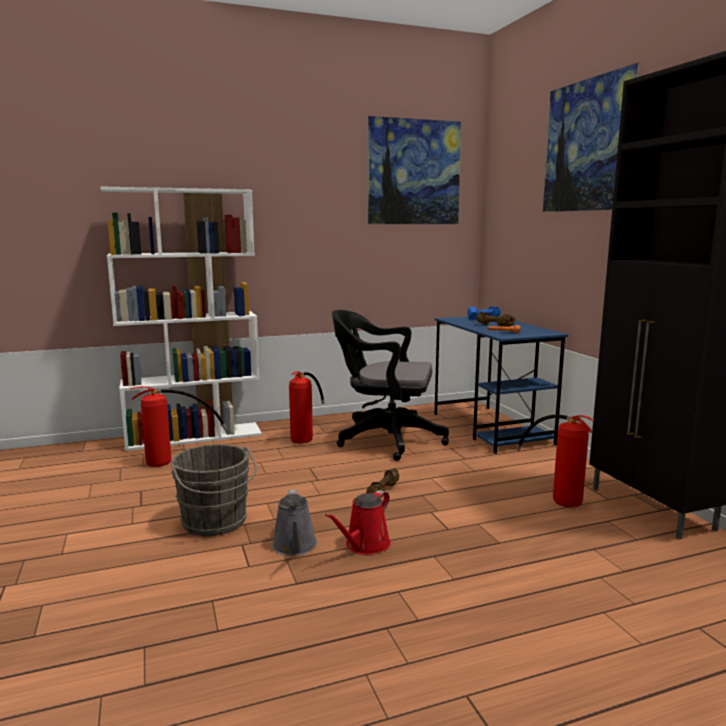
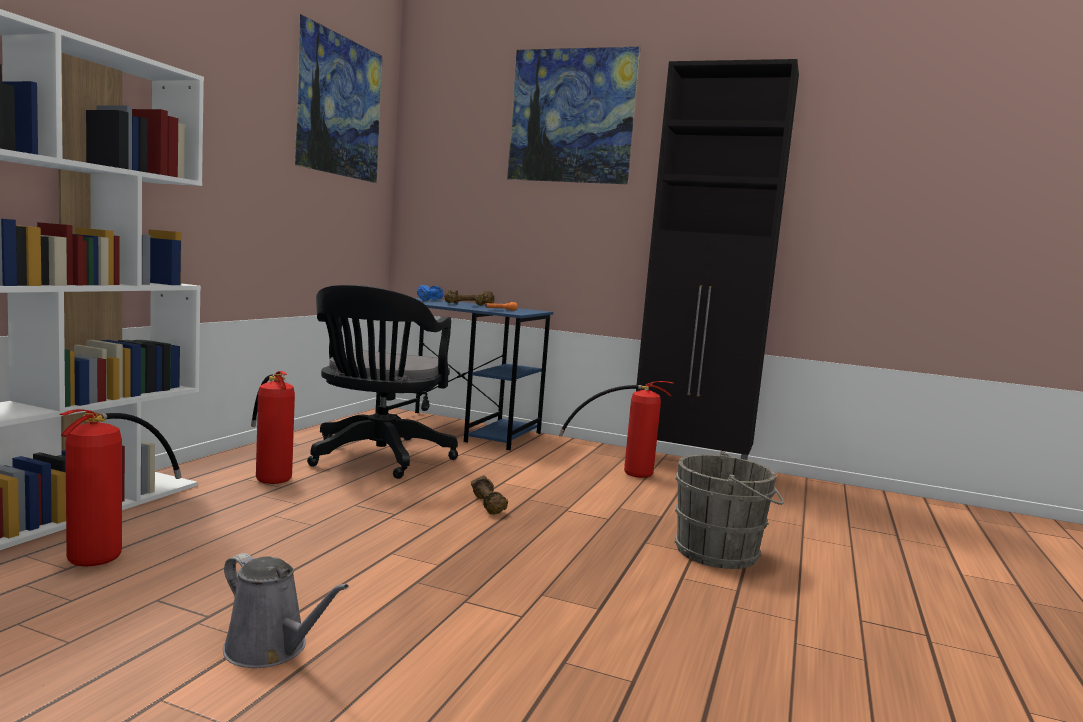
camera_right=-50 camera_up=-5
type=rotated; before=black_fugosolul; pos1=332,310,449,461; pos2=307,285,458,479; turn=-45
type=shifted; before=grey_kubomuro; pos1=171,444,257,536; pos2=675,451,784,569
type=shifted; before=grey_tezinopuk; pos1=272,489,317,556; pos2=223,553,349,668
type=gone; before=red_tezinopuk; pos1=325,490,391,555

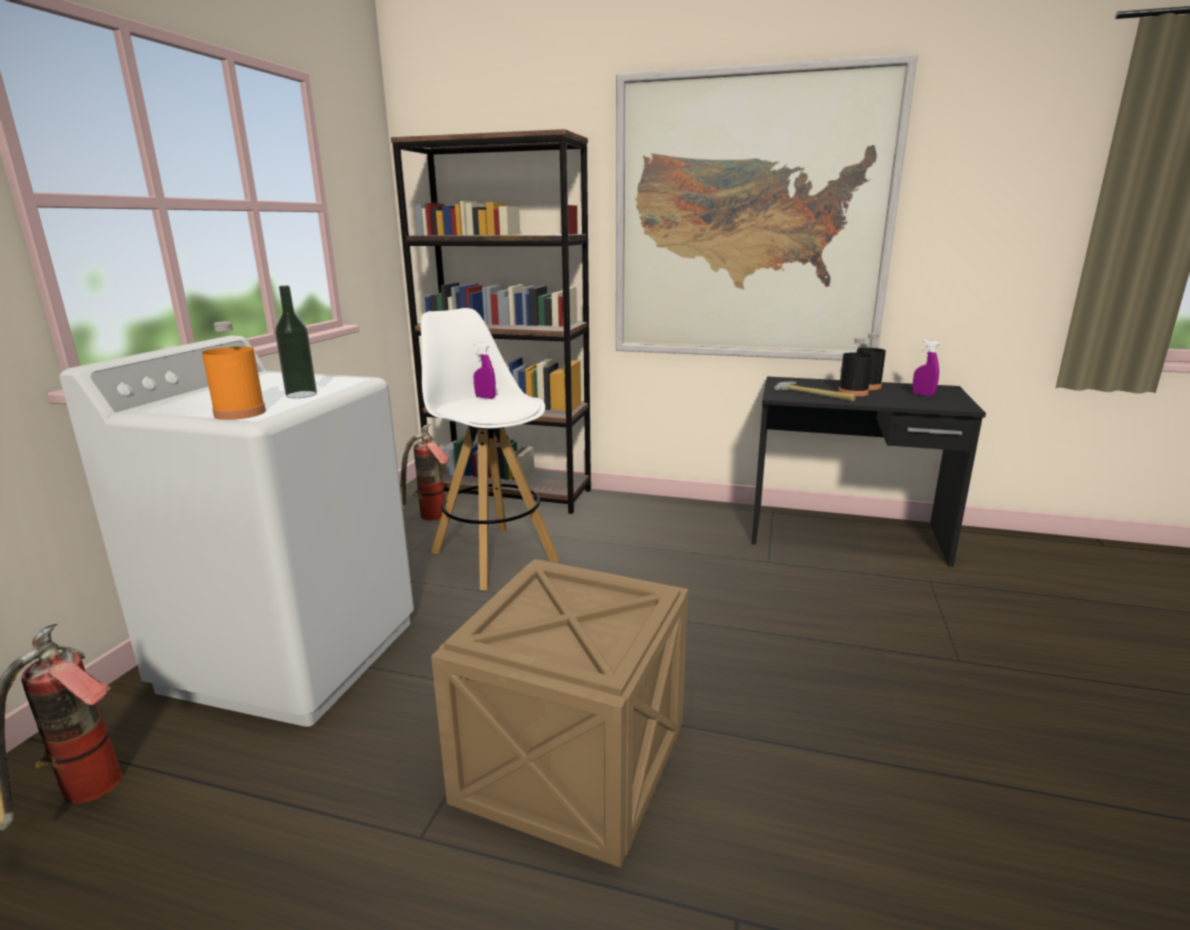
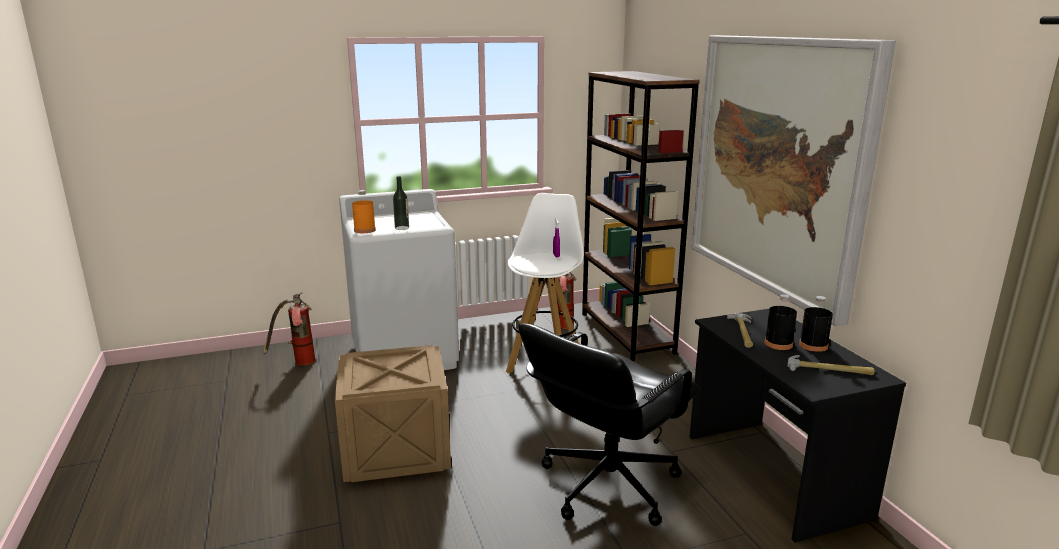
camera_right=55 camera_up=0
type=swapped; before=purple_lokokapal; after=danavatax; pos1=912,340,939,396; pos2=787,355,874,375
type=new; after=black_fugosolul; pos2=518,323,700,526

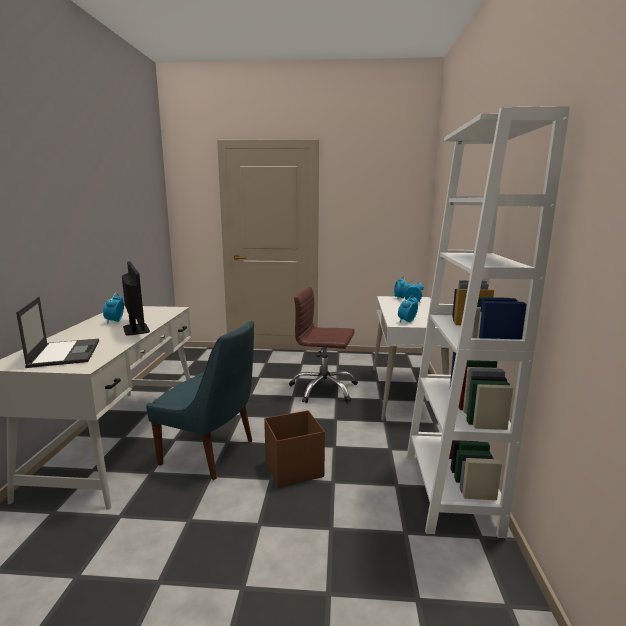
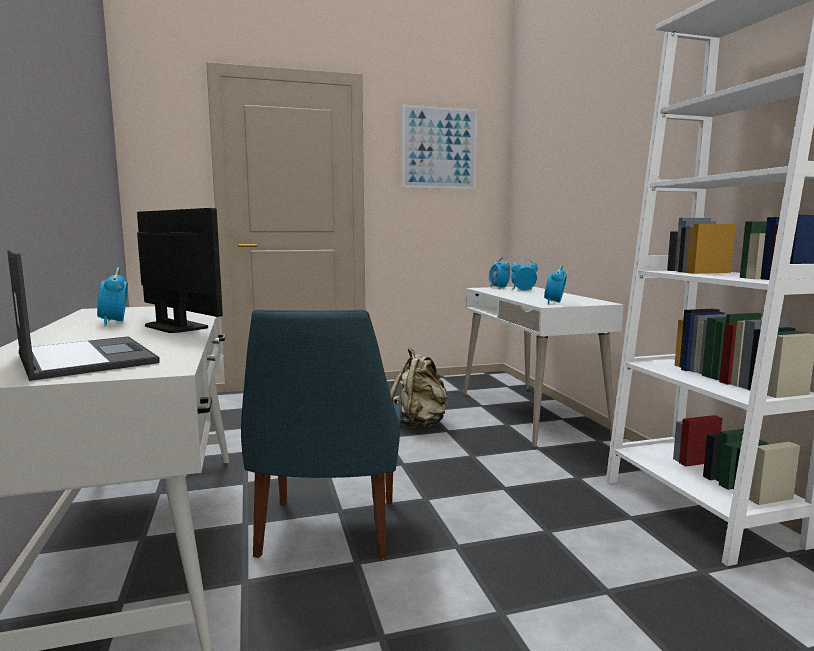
camera_right=-20 camera_up=-5
type=swapped; before=brown_fugosolul; after=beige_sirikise; pos1=289,287,358,403; pos2=390,348,447,427
type=rotated; before=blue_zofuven; pos1=146,321,254,480; pos2=241,309,402,559; turn=90
type=gone; before=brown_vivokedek; pos1=264,410,325,488
type=new; after=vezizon; pos2=402,105,478,190

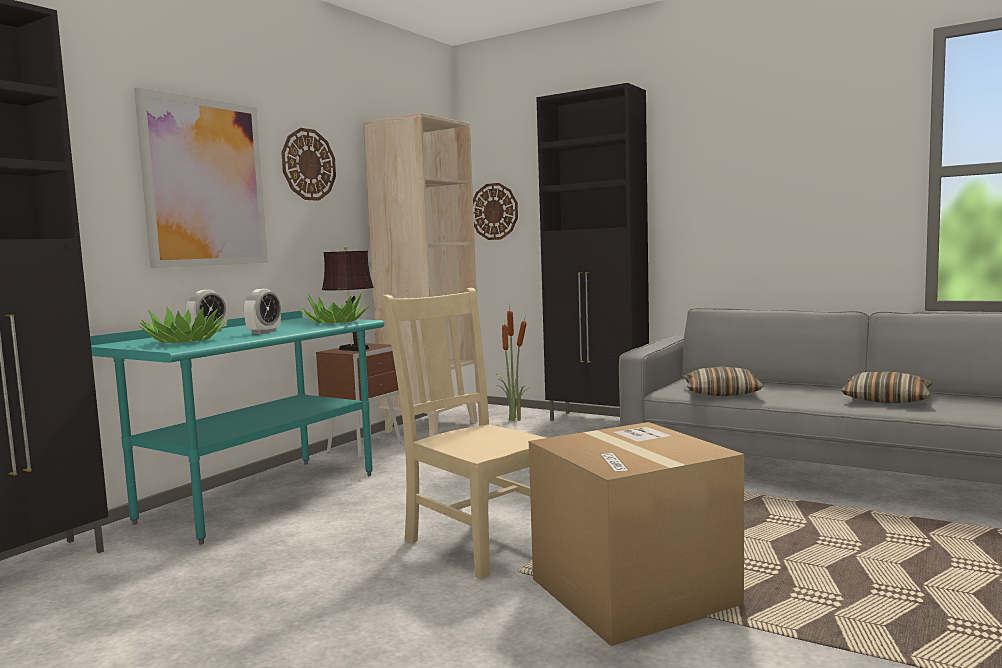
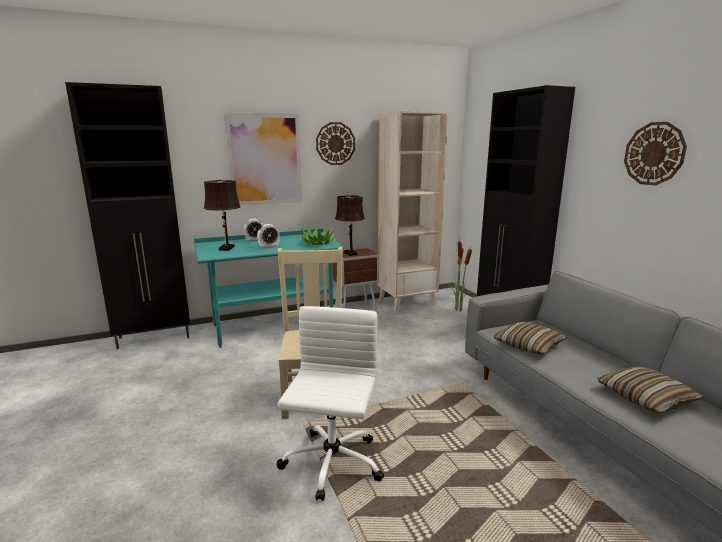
camera_right=35 camera_up=10
type=shifted; before=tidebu; pos1=473,183,518,240; pos2=624,122,687,185
type=swapped; before=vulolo; after=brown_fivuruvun; pos1=139,306,228,343; pos2=204,178,241,251
type=swapped; before=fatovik; after=white_fugosolul; pos1=529,422,744,646; pos2=277,306,384,501

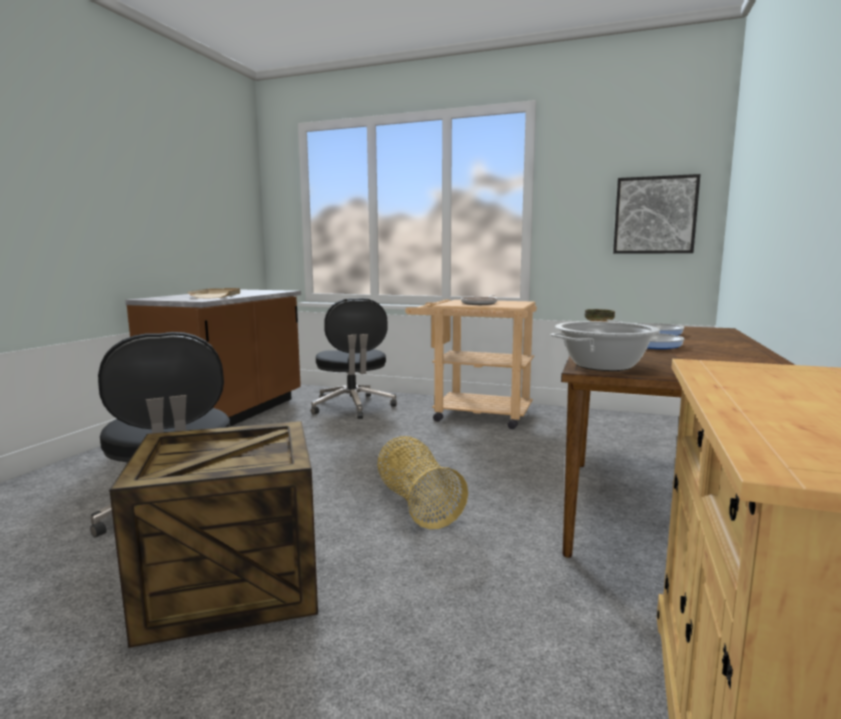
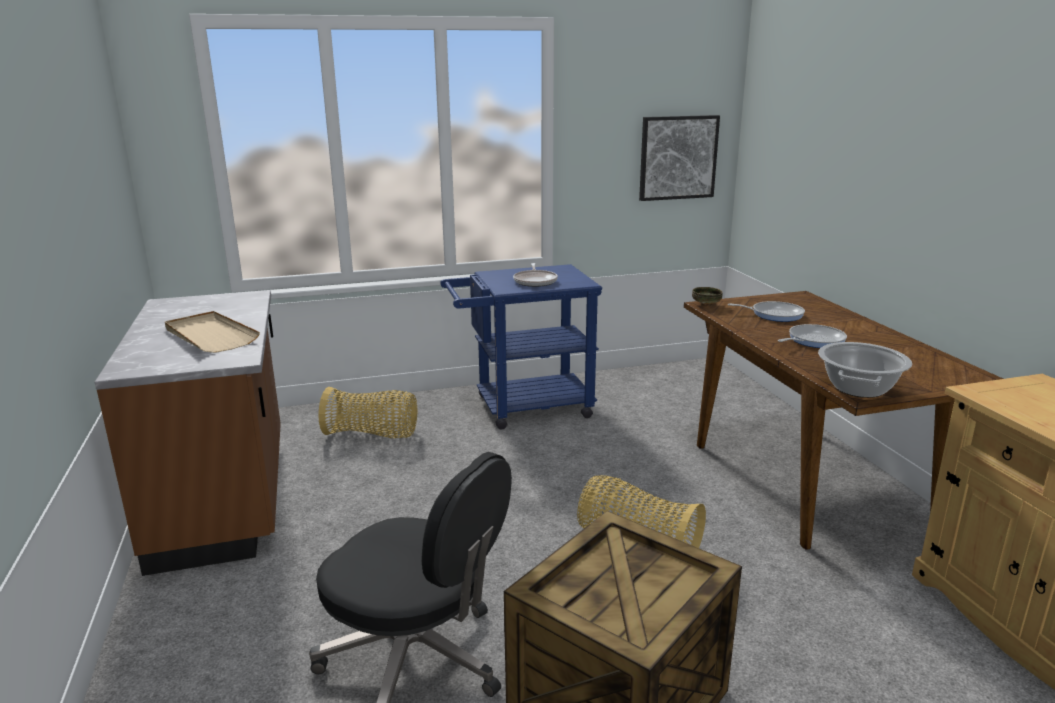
camera_right=-35 camera_up=10
type=swapped; before=black_fugosolul; after=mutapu; pos1=311,298,397,419; pos2=318,387,417,438
type=repainted; before=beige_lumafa; after=blue_lumafa; pos1=405,300,537,429; pos2=440,264,602,430

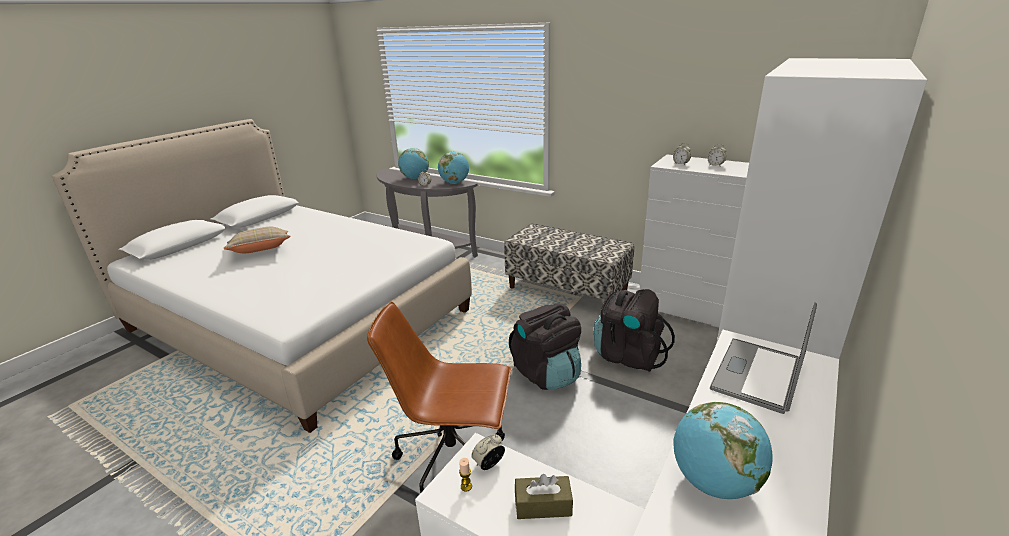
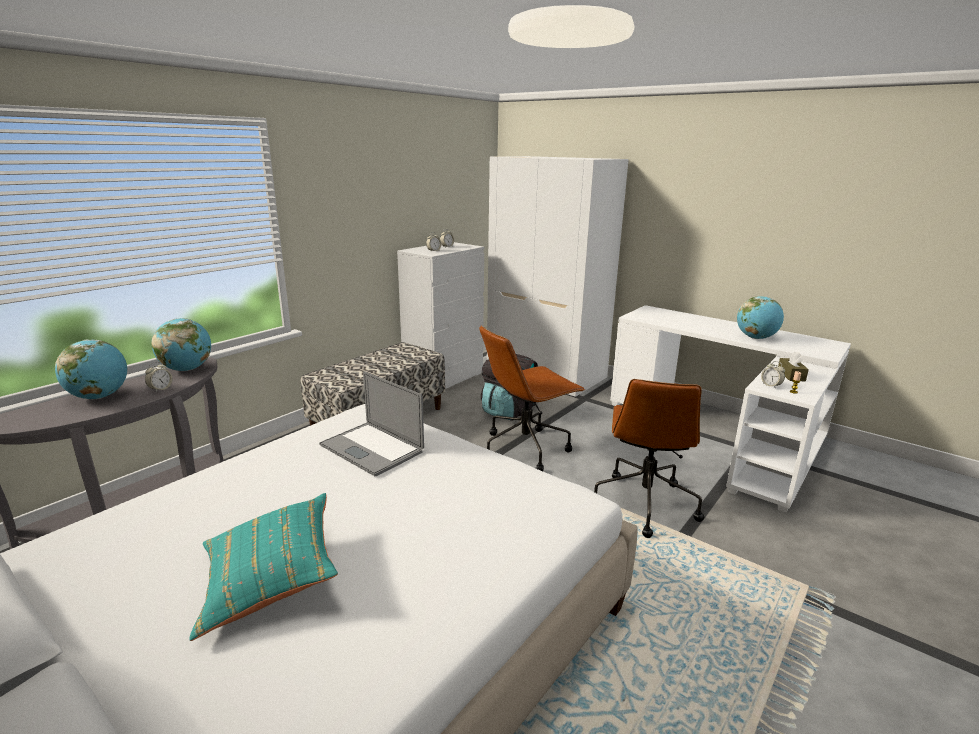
camera_right=-85 camera_up=-5
type=repainted; before=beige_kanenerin; after=turquoise_kanenerin; pos1=223,227,290,253; pos2=190,493,338,641
type=shifted; before=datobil; pos1=710,302,817,414; pos2=319,371,424,476
type=swapped; before=black_sirikise; after=brown_fugosolul; pos1=509,303,581,390; pos2=479,326,585,471

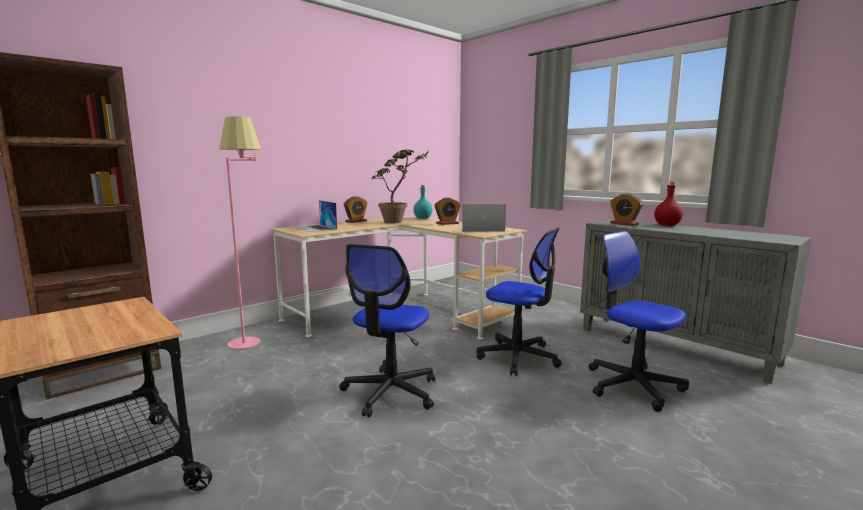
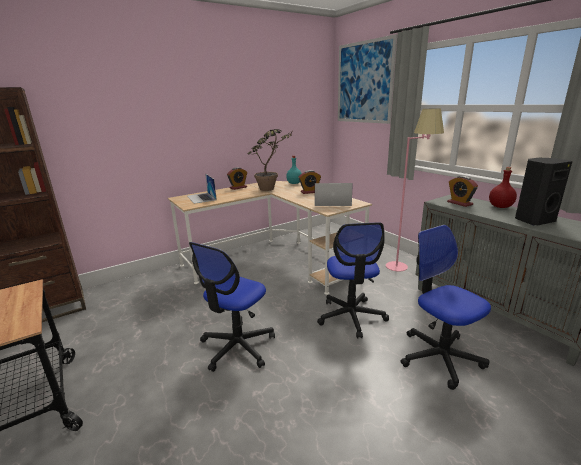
camera_right=10 camera_up=10
type=shifted; before=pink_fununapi; pos1=219,117,261,349; pos2=386,109,444,271
type=rotated; before=fugosolul; pos1=476,227,562,376; pos2=317,222,389,338; turn=45
type=new; after=vezizon; pos2=338,34,397,124
type=new; after=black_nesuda; pos2=515,158,572,225

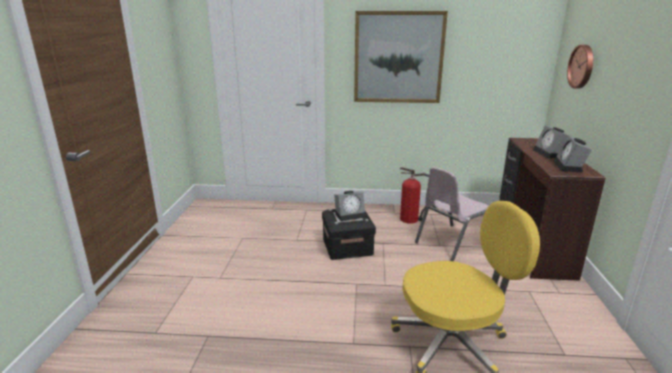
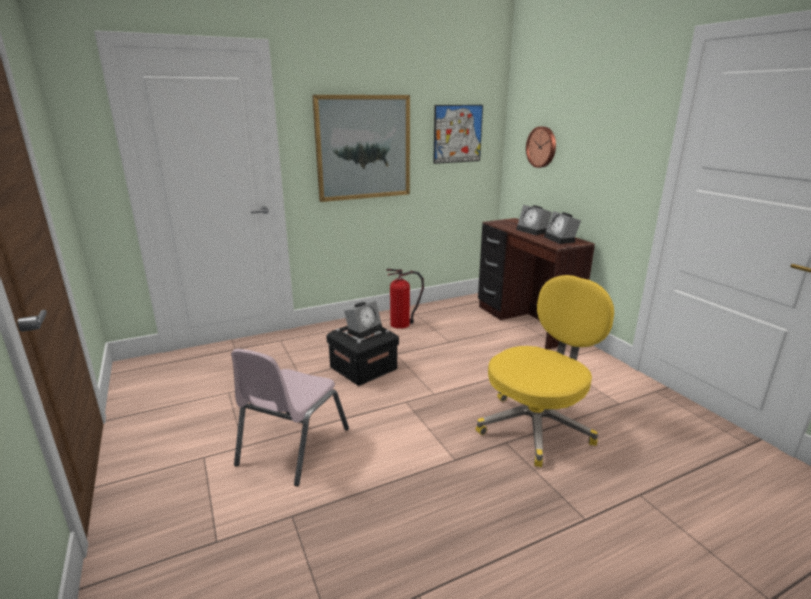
camera_right=-30 camera_up=0
type=shifted; before=pink_zofuven; pos1=415,167,489,261; pos2=231,349,349,486
type=new; after=vezizon; pos2=433,105,483,164

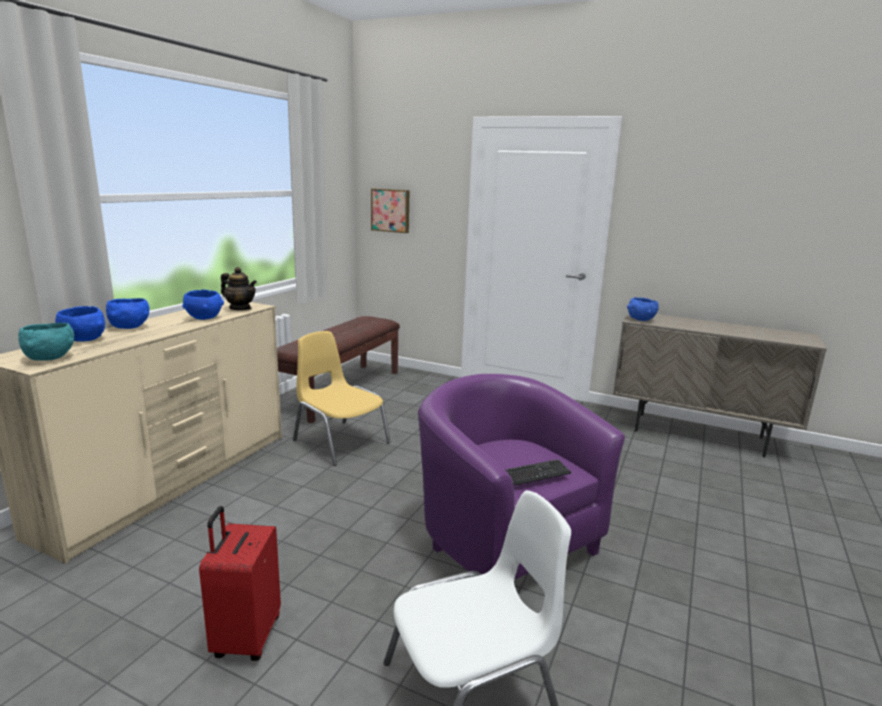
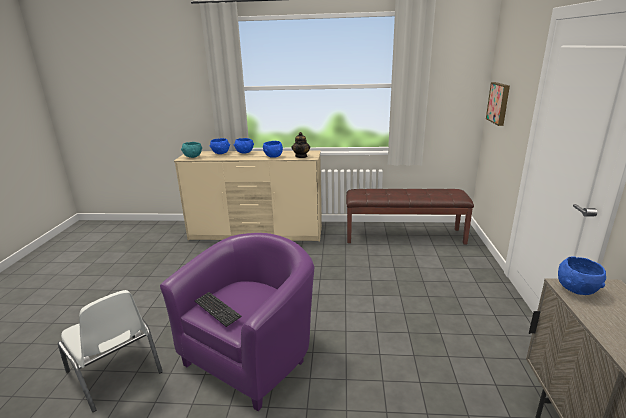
camera_right=70 camera_up=5
type=gone; before=yellow_zofuven; pos1=293,331,391,466
type=gone; before=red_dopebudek; pos1=199,506,281,661

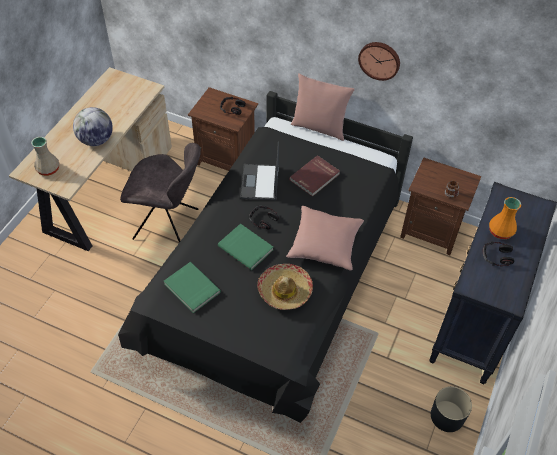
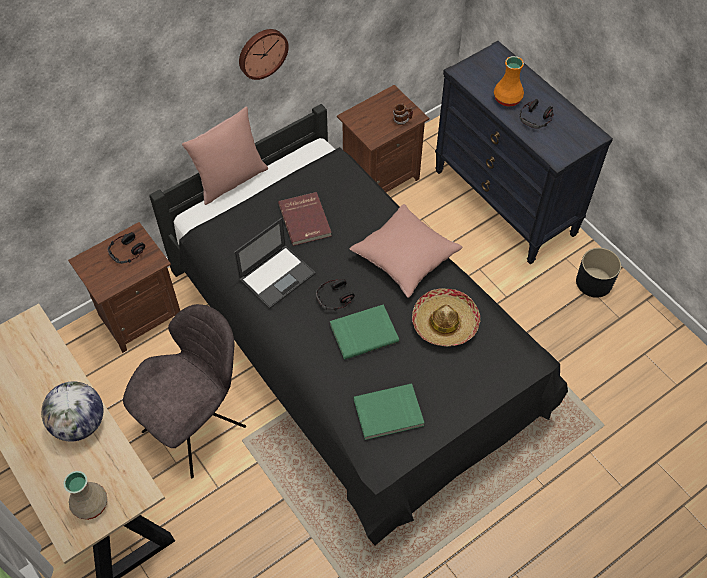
camera_right=-60 camera_up=5
type=rotated; before=datobil; pos1=240,141,279,200; pos2=234,218,316,309; turn=-75

